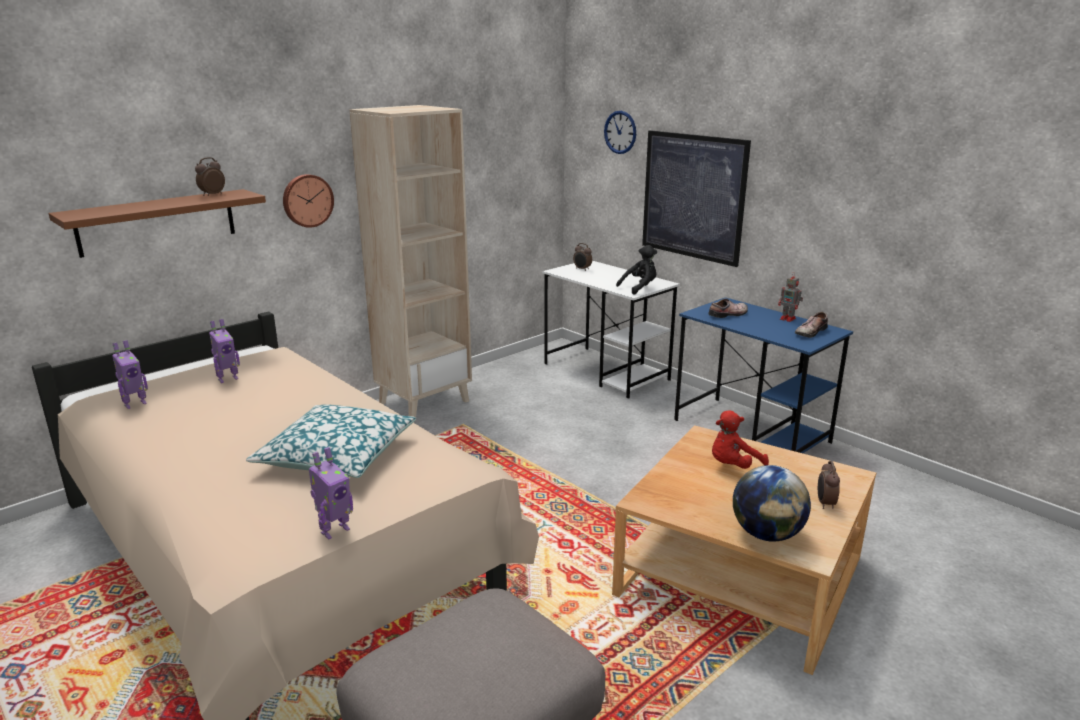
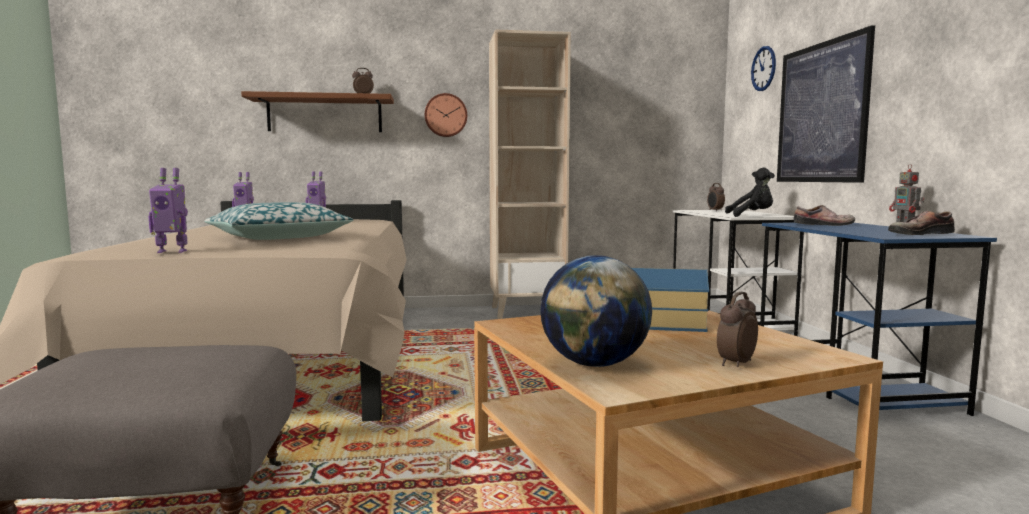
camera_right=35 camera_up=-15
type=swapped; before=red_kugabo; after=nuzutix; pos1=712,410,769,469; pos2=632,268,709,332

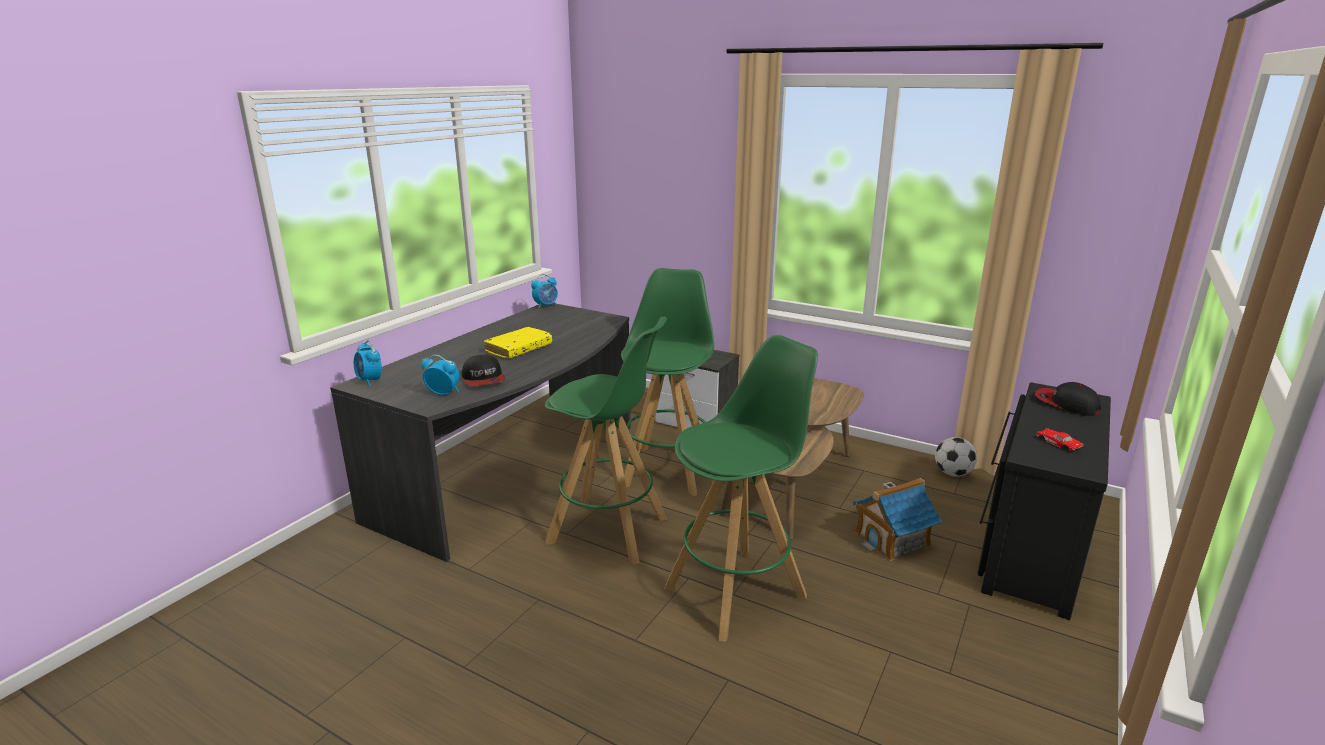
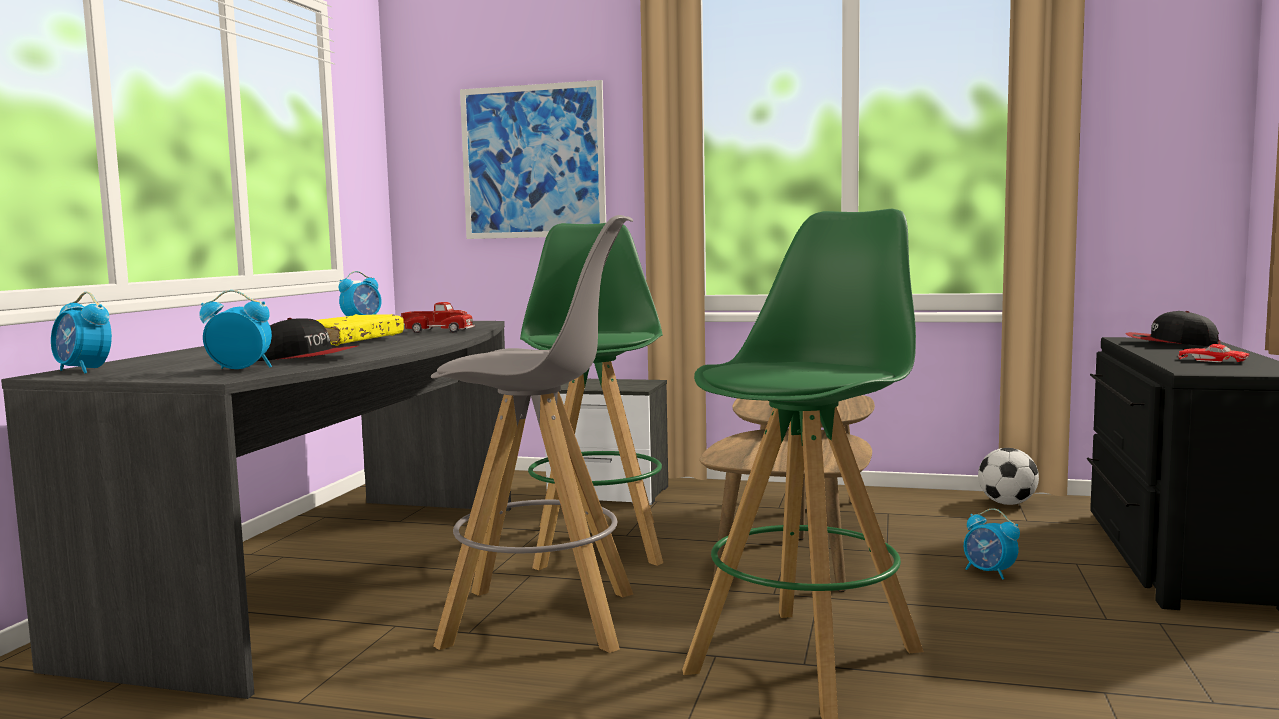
camera_right=-15 camera_up=-15
type=repainted; before=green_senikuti; after=grey_senikuti; pos1=545,316,667,565; pos2=431,215,633,653
type=rotated; before=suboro; pos1=461,355,505,386; pos2=257,318,357,361; turn=-45
type=swapped; before=nuzutix; after=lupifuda; pos1=853,478,942,561; pos2=964,508,1020,580
type=new; after=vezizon; pos2=460,80,606,239
type=new; after=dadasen; pos2=401,302,475,333

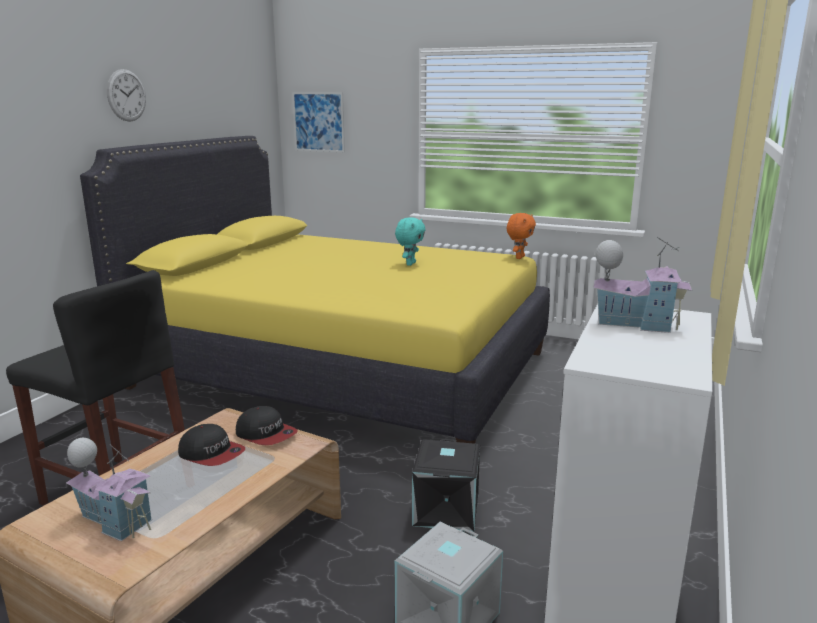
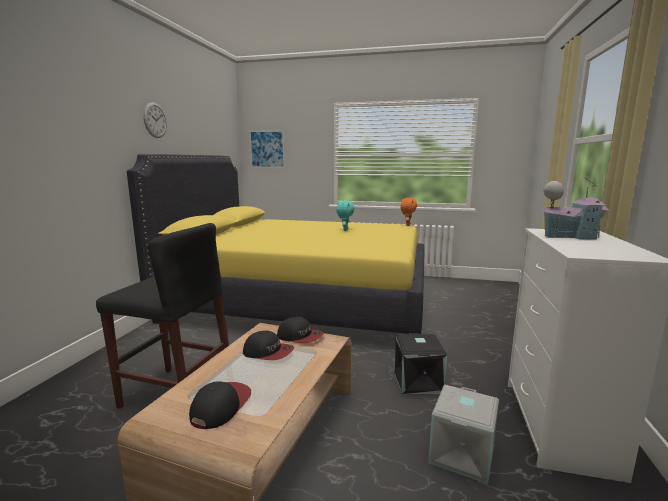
camera_right=-10 camera_up=-5
type=swapped; before=nuzutix; after=suboro; pos1=66,438,152,541; pos2=189,381,251,429

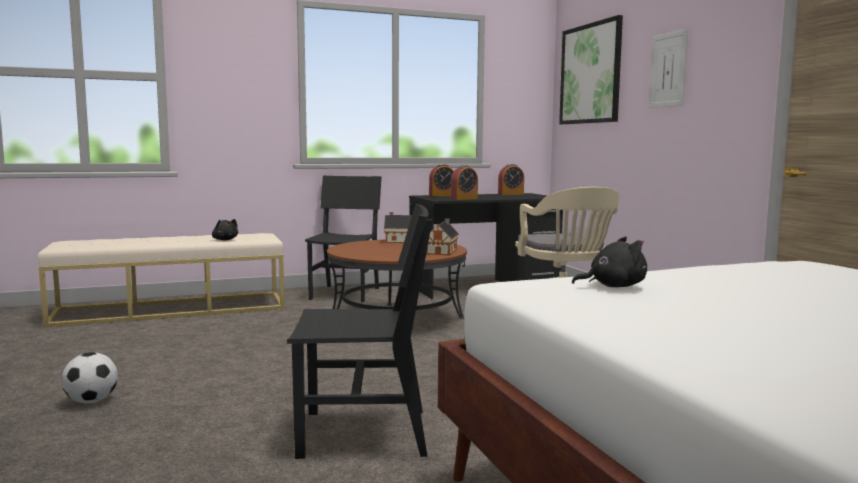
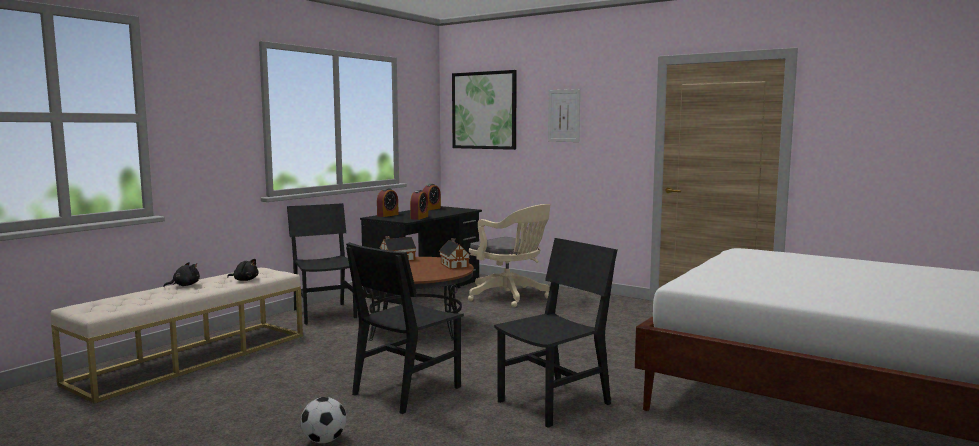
camera_right=-35 camera_up=0
type=shifted; before=black_kugabo; pos1=572,237,647,287; pos2=163,262,200,287
type=new; after=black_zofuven; pos2=346,242,464,414

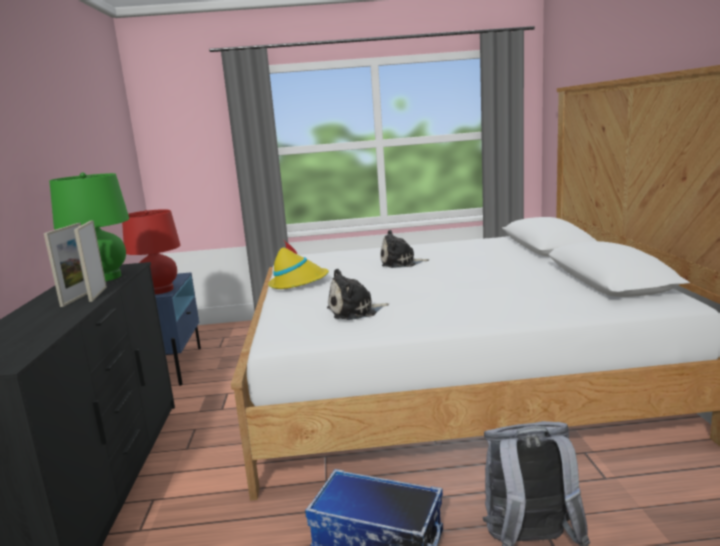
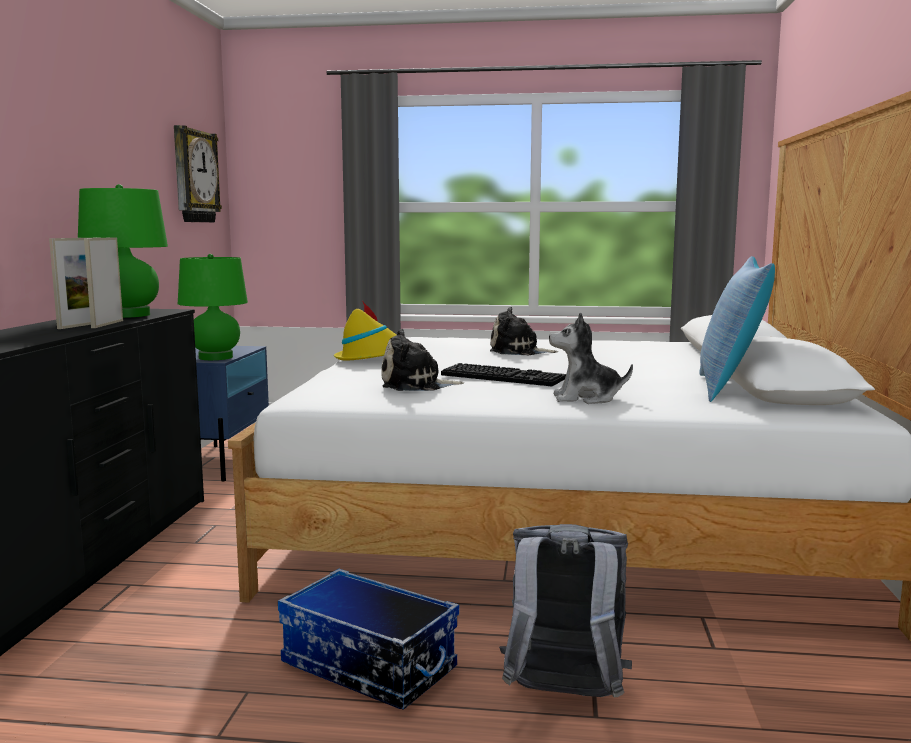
camera_right=10 camera_up=-5
type=repainted; before=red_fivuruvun; after=green_fivuruvun; pos1=122,209,180,294; pos2=178,254,248,360
type=new; after=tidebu; pos2=174,125,222,222
type=new; after=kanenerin; pos2=699,256,775,402
type=new; after=kugabo; pos2=549,312,633,404
type=new; after=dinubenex; pos2=441,363,566,386

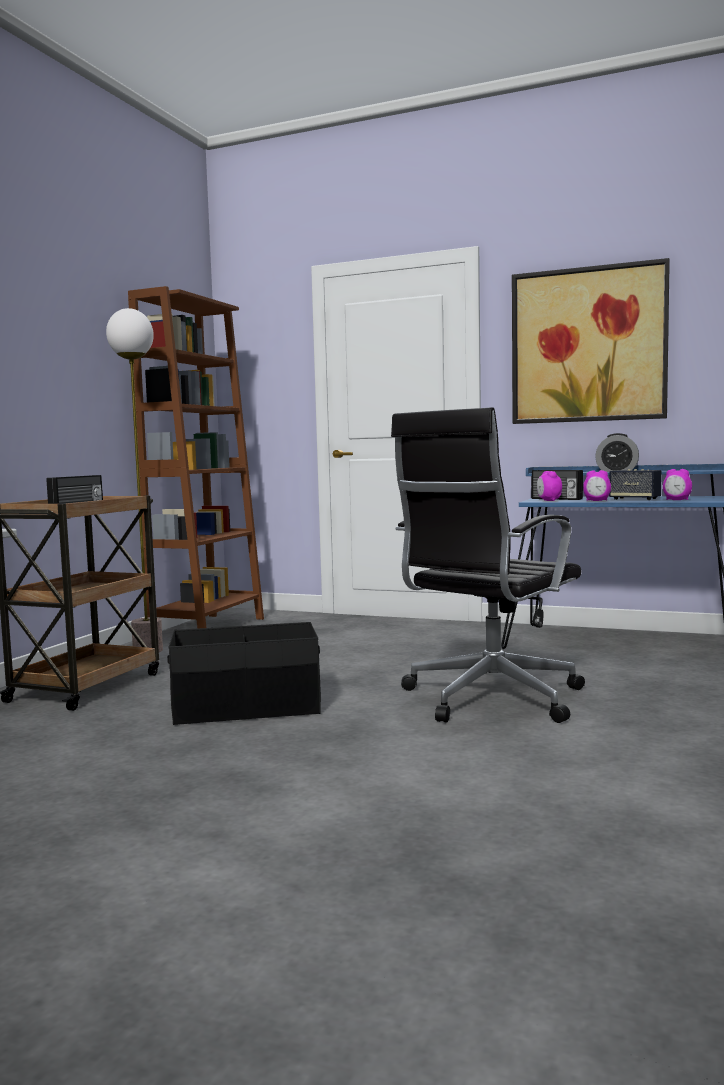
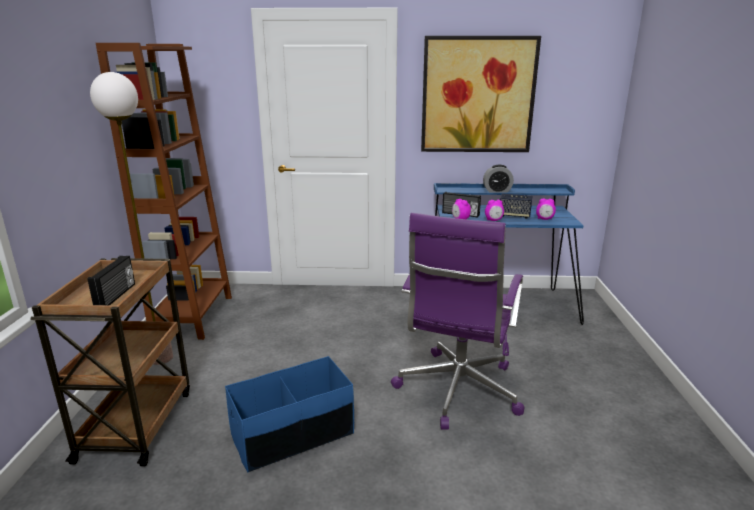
camera_right=-20 camera_up=15
type=repainted; before=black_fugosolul; after=purple_fugosolul; pos1=391,407,585,723; pos2=391,213,524,430
type=repainted; before=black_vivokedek; after=blue_vivokedek; pos1=167,622,321,725; pos2=225,356,354,472

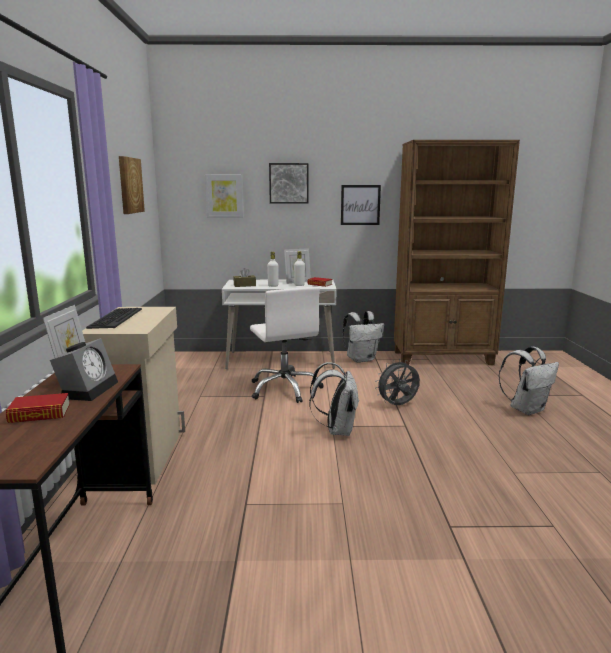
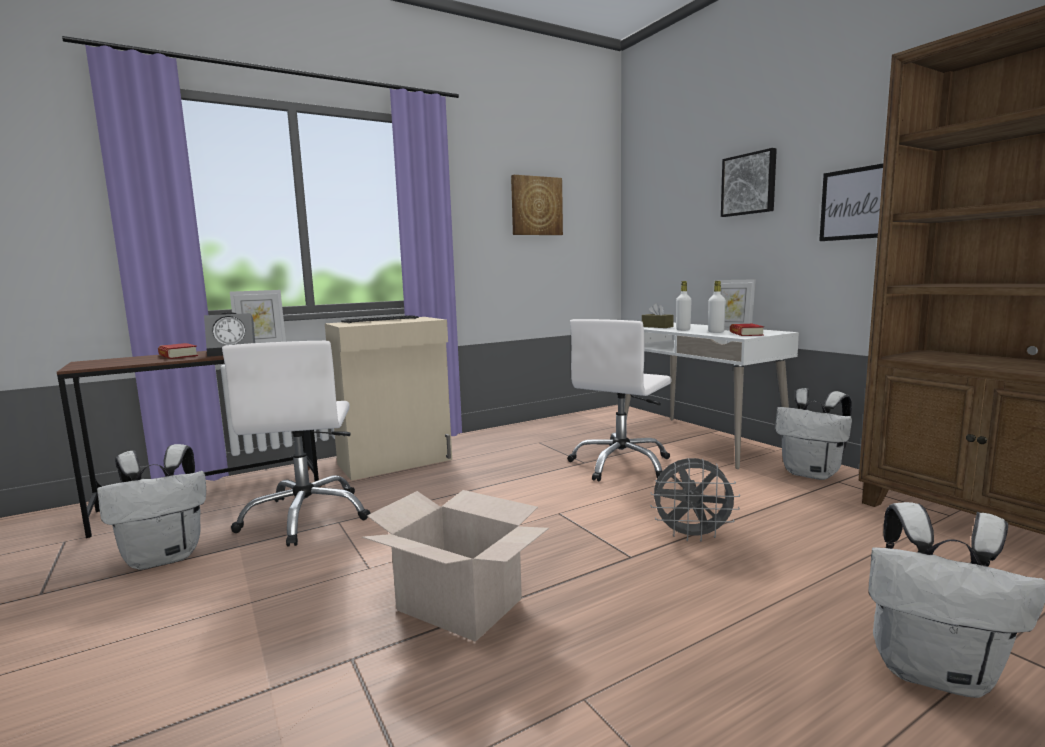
camera_right=60 camera_up=-5
type=gone; before=vezizon; pos1=205,174,243,218
type=rotated; before=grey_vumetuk; pos1=375,359,420,405; pos2=650,458,740,542; turn=150
type=shifted; before=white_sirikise; pos1=309,362,359,436; pos2=97,444,206,570
type=new; after=white_fugosolul; pos2=222,341,370,547
type=new; after=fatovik; pos2=362,490,549,642

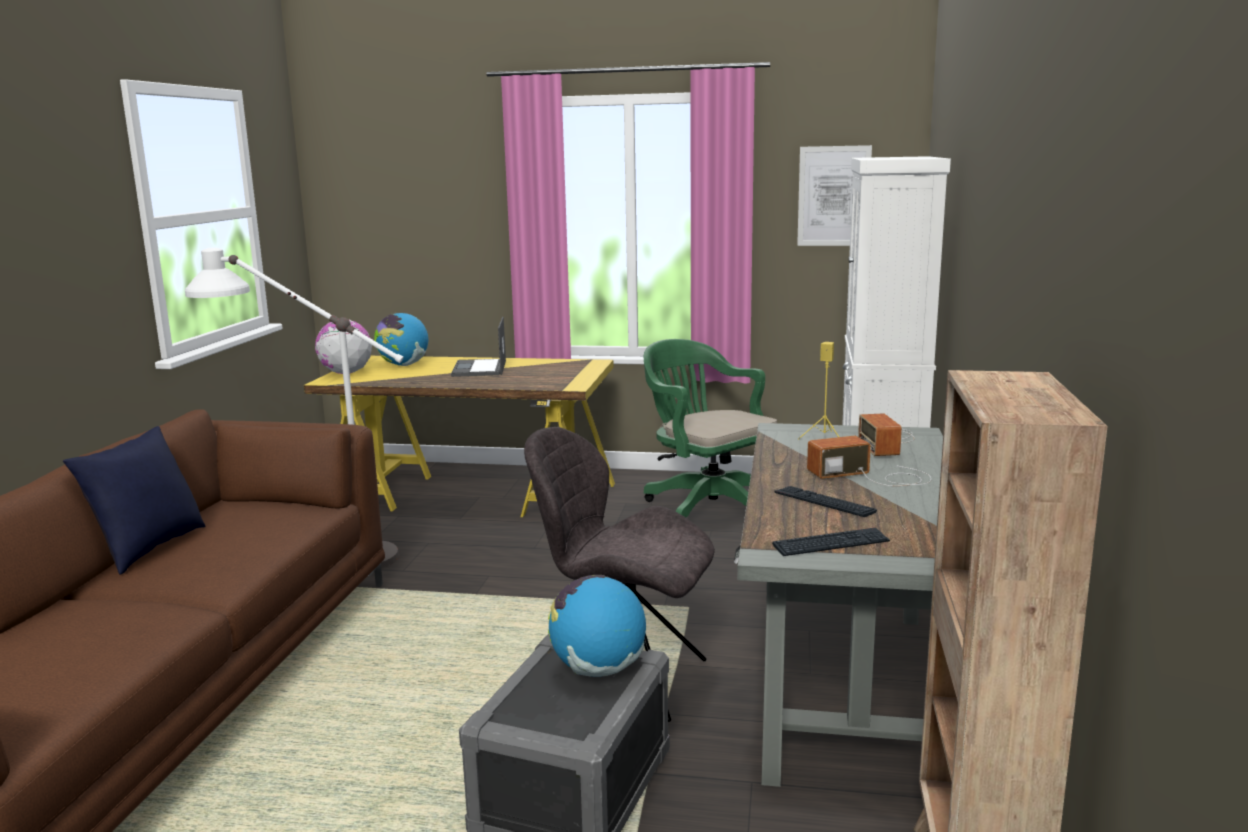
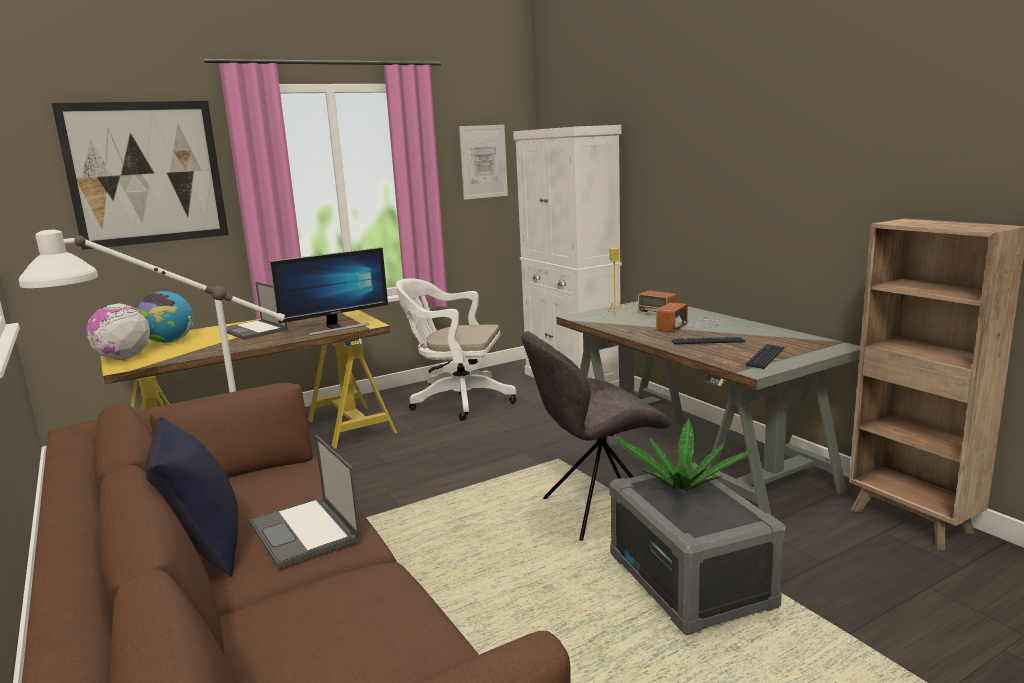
camera_right=-40 camera_up=0
type=repainted; before=green_fugosolul; after=white_fugosolul; pos1=644,339,777,517; pos2=396,278,516,421
type=swapped; before=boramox; after=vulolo; pos1=548,575,646,677; pos2=616,419,754,490
type=new; after=vezizon; pos2=52,101,229,250
type=new; after=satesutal; pos2=269,247,388,336
type=new; after=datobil; pos2=249,435,361,569

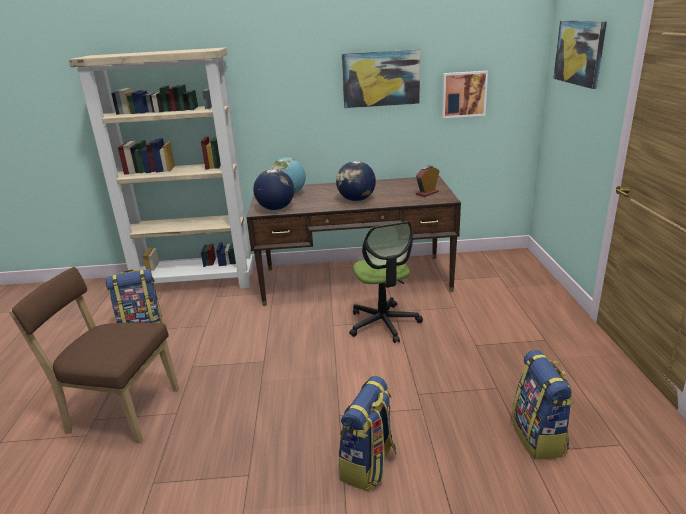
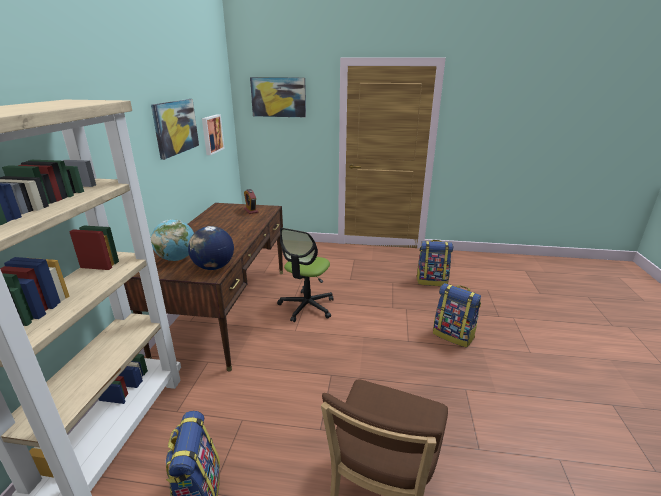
camera_right=-80 camera_up=0
type=gone; before=boramox; pos1=336,161,376,201
type=rotated; before=fugosolul; pos1=349,221,423,343; pos2=277,228,334,322; turn=120

